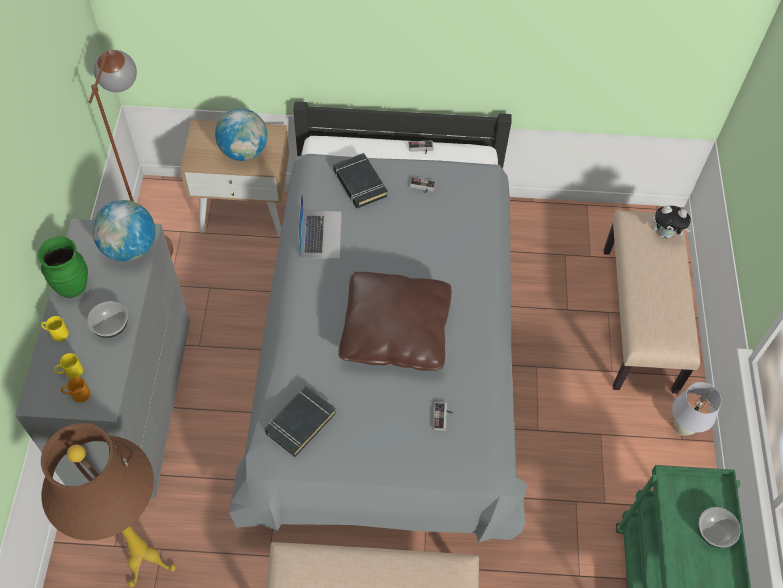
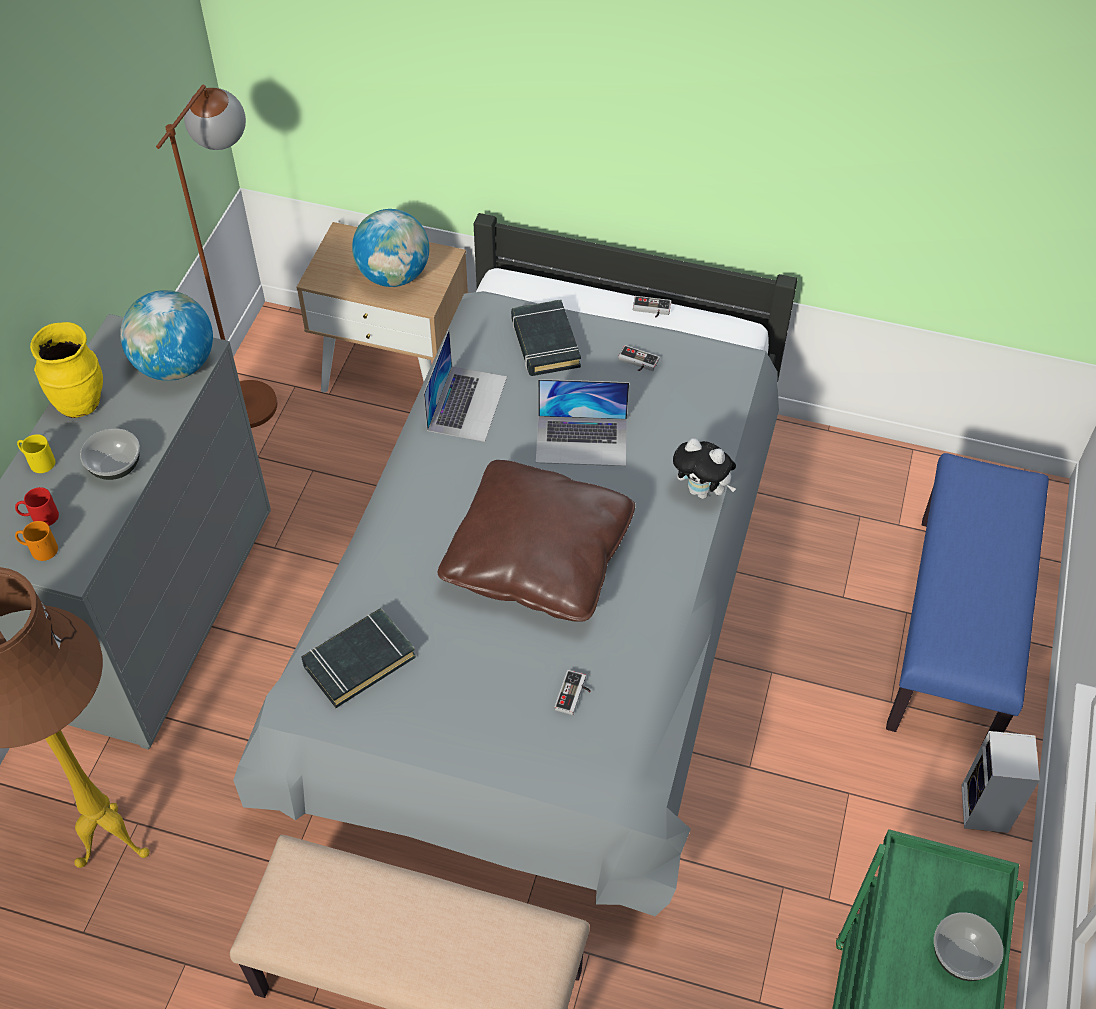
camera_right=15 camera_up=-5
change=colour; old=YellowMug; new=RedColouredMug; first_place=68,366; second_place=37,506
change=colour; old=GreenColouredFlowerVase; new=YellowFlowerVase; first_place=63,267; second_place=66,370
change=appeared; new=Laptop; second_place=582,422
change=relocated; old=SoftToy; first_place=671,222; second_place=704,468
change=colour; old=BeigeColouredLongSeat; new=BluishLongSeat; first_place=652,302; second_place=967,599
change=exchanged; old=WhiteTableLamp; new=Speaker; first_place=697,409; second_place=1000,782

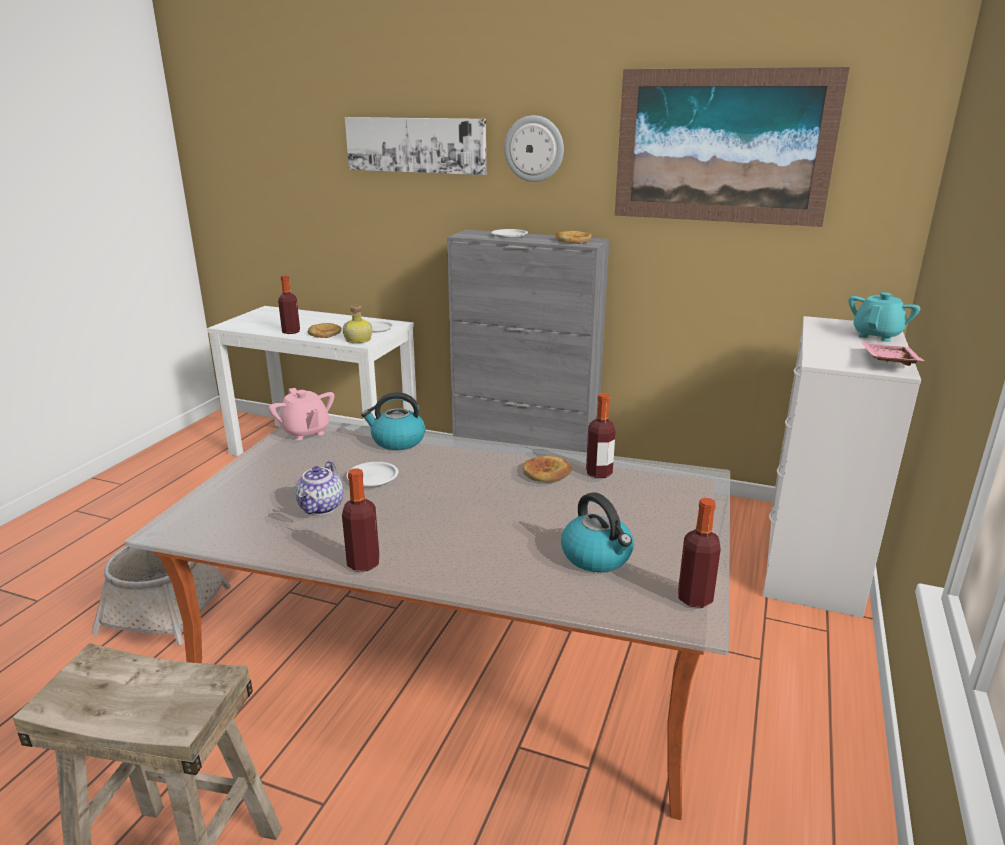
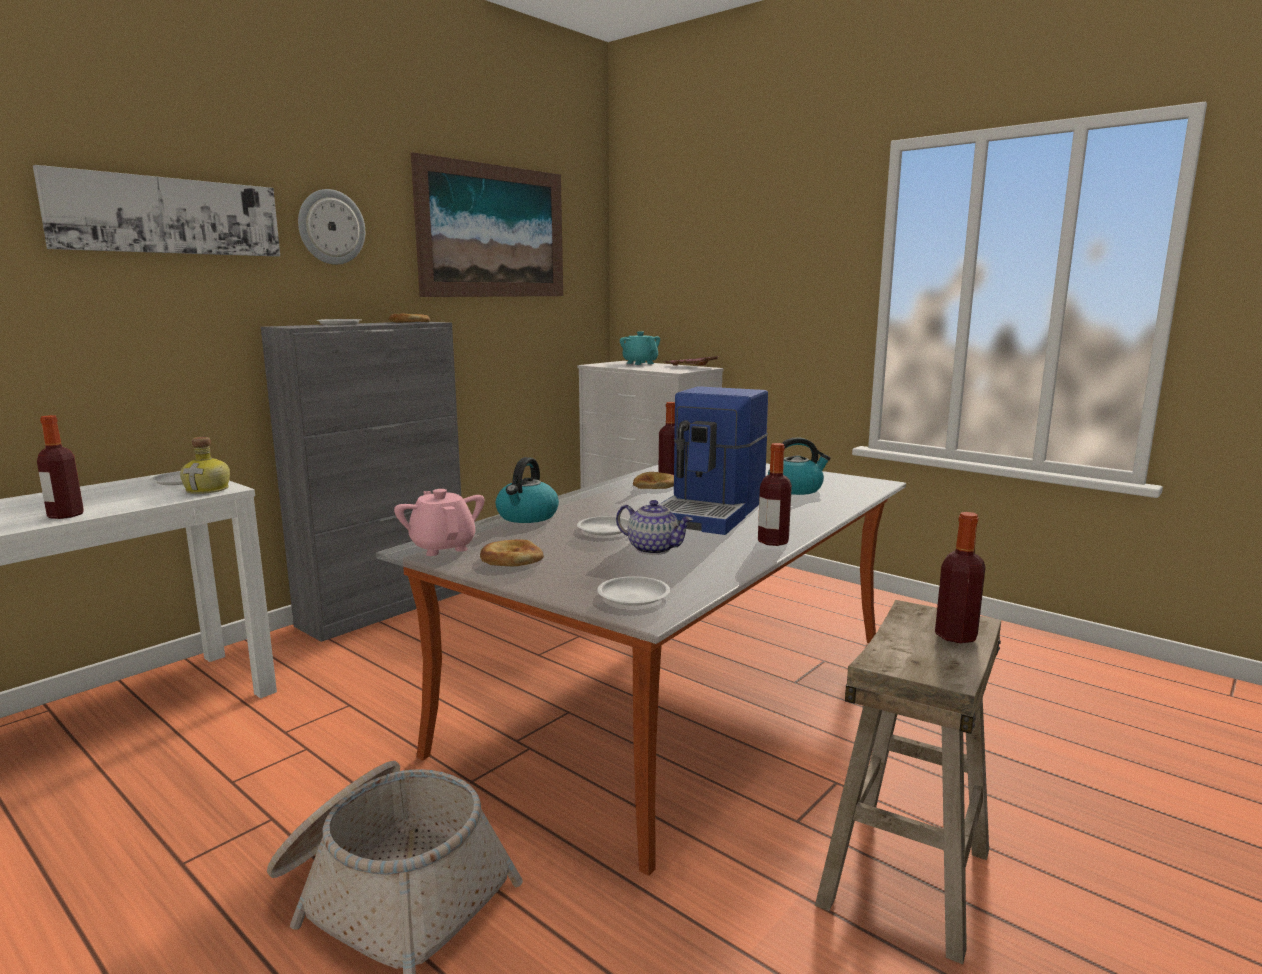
camera_right=-70 camera_up=-10
change=spun; old=PinkTeaPot; first_place=301,414; second_place=439,522; degrees=-105
change=relocated; old=BakedBread; first_place=325,330; second_place=512,552
change=appeared; new=WhitePlate; second_place=633,591
change=appeared; new=CoffeeMachine; second_place=713,460
change=relocated; old=DrinkBottle; first_place=699,553; second_place=960,577

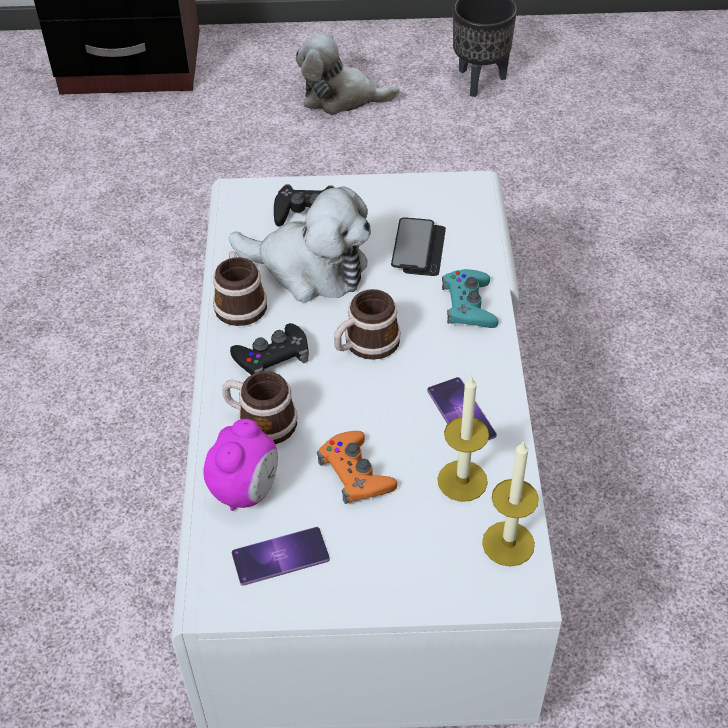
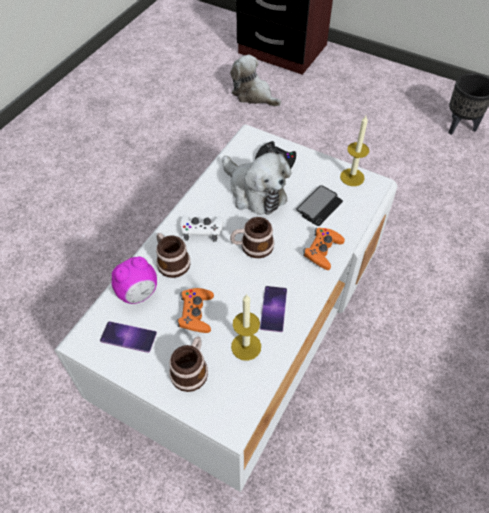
camera_right=30 camera_up=5
change=relocated; old=Mug; first_place=240,288; second_place=188,364
change=colour; old=BlackishJoypad; new=WhiteJoypad; first_place=269,349; second_place=201,229
change=relocated; old=SoftToy; first_place=348,73; second_place=255,81
change=colour; old=TurquoiseJoypad; new=OrangeyJoypad; first_place=470,298; second_place=324,249
change=relocated; old=WaxCandle; first_place=510,503; second_place=354,151

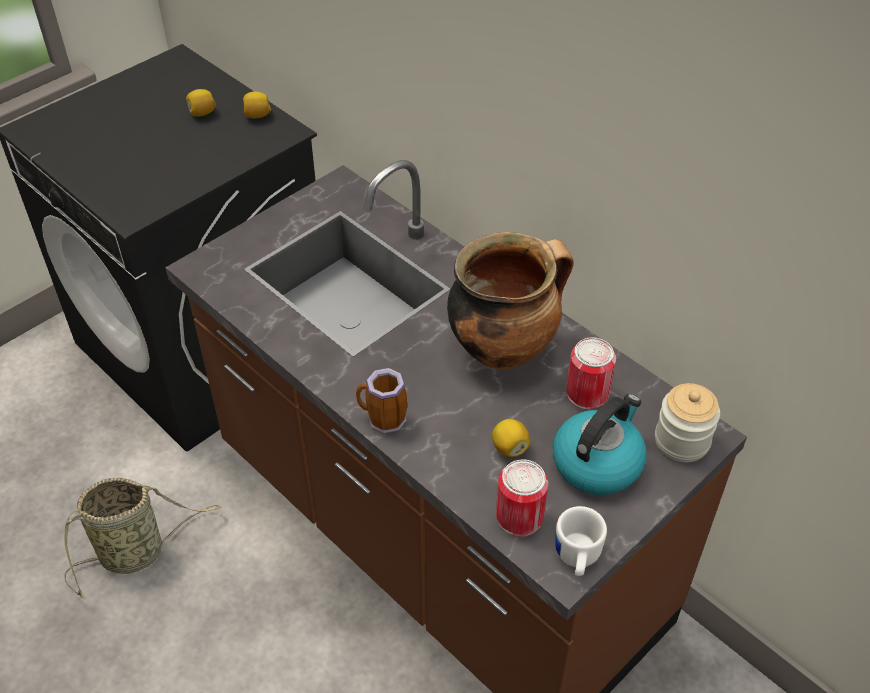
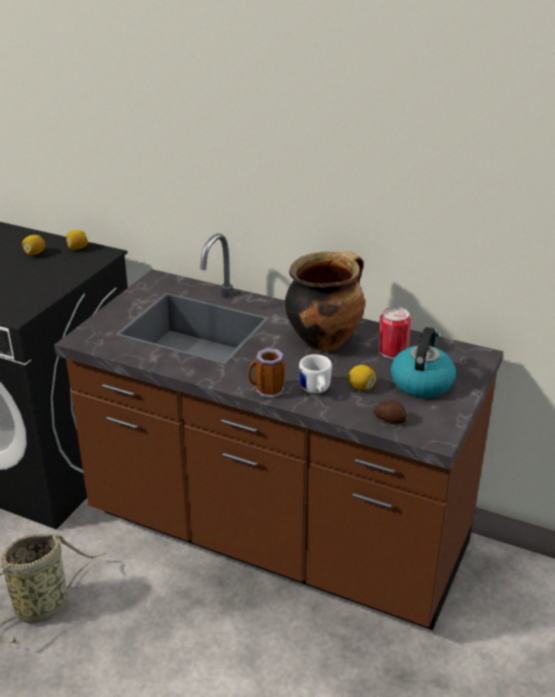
camera_right=-20 camera_up=-15
change=relocated; old=WhiteMug; first_place=581,541; second_place=315,374
change=exchanged; old=SealedCan; new=Spud; first_place=522,497; second_place=390,412
change=missing; old=StorageJar; first_place=687,422

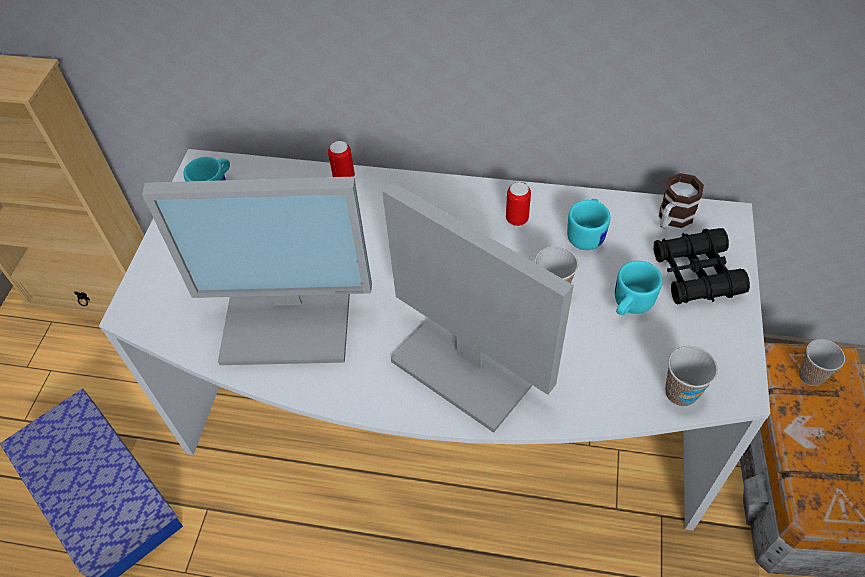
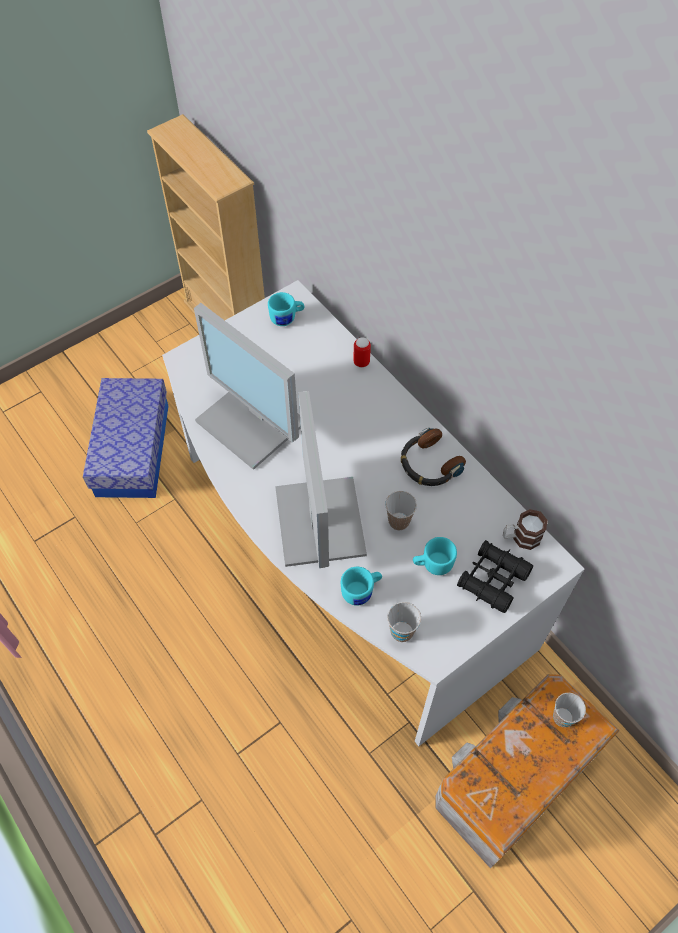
camera_right=40 camera_up=5
change=relocated; old=TurquoiseMug; first_place=589,224; second_place=361,586
change=exchanged; old=SealedCan; new=PairOfHeadphones; first_place=518,204; second_place=433,457

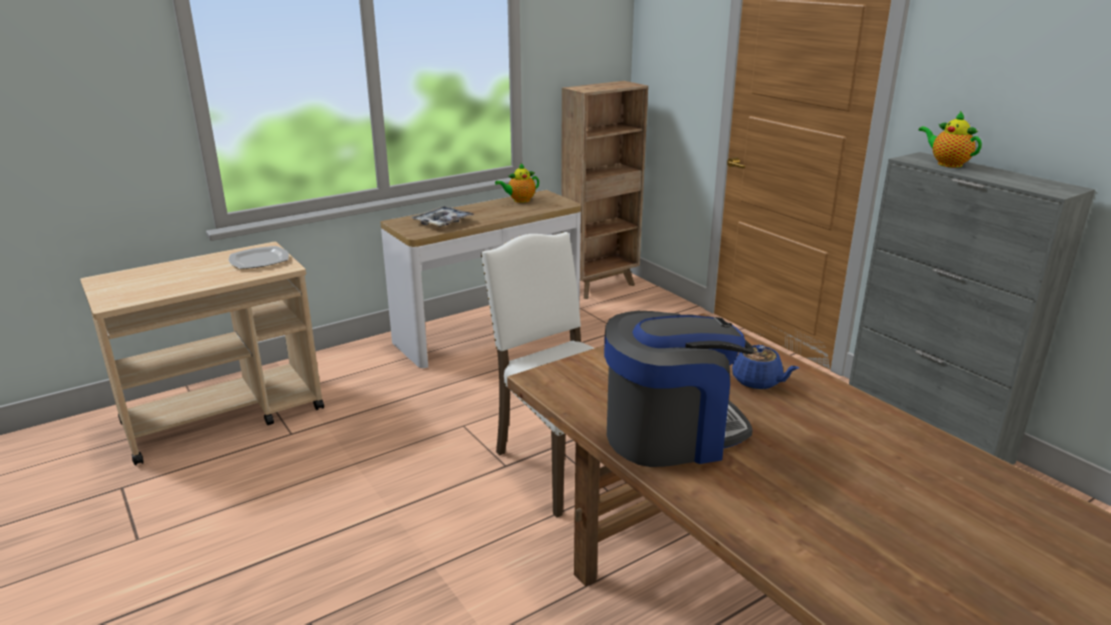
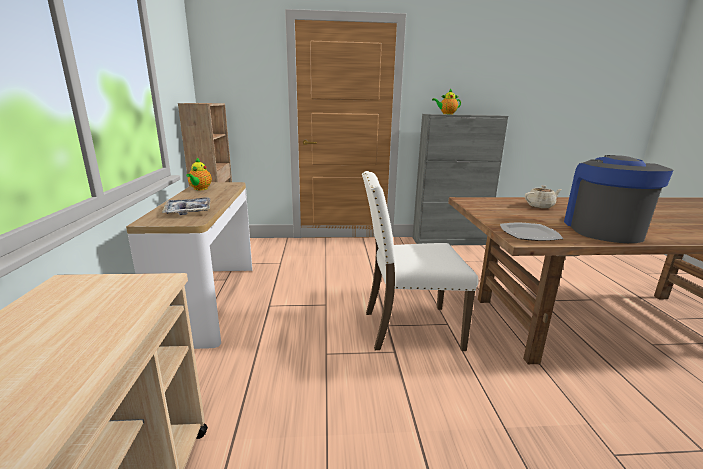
camera_right=-60 camera_up=-5
change=relocated; old=Plate; first_place=259,257; second_place=531,232
change=colour; old=BluishTeaPot; new=BeigeColouredTeaPot; first_place=765,367; second_place=543,196

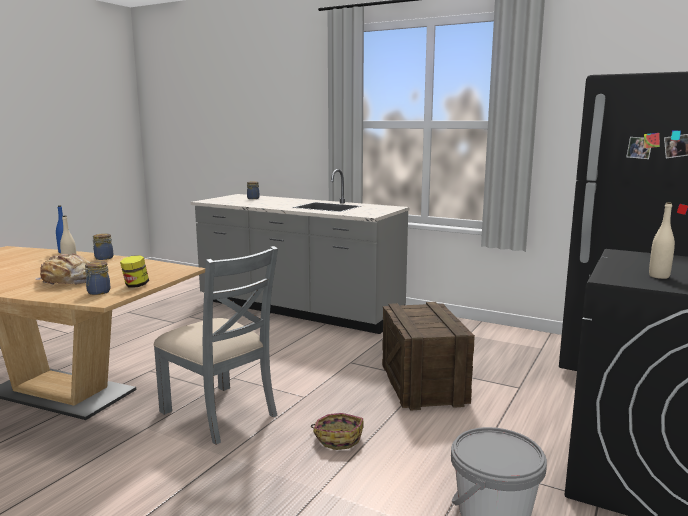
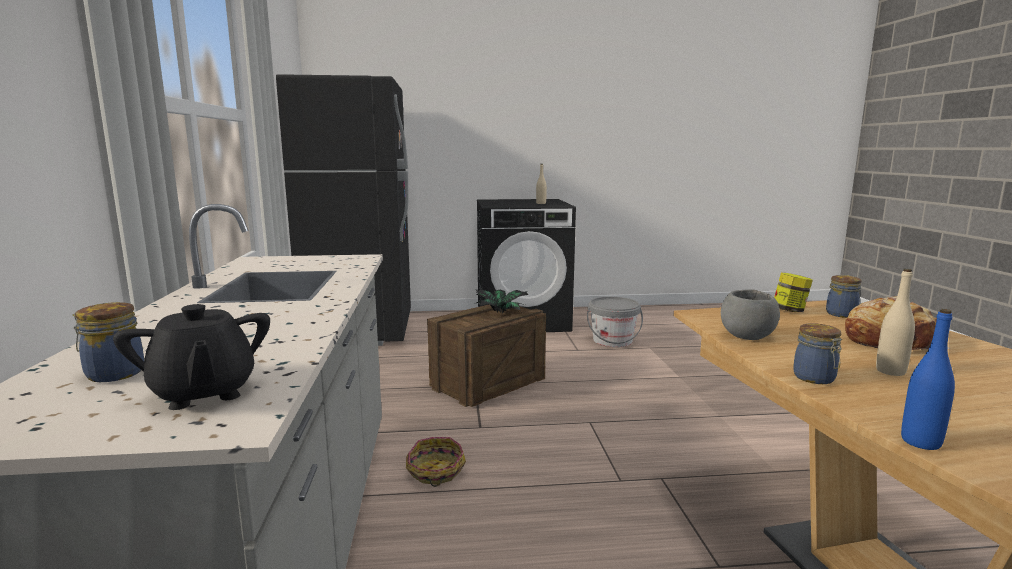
camera_right=-125 camera_up=0
change=appeared; new=BlackishTeaPot; second_place=191,357
change=relocated; old=HouseholdBasket; first_place=337,431; second_place=436,462
change=appeared; new=Houseplant; second_place=502,301
change=appeared; new=GreyBowl; second_place=750,314
change=missing; old=GreyChair; first_place=215,345

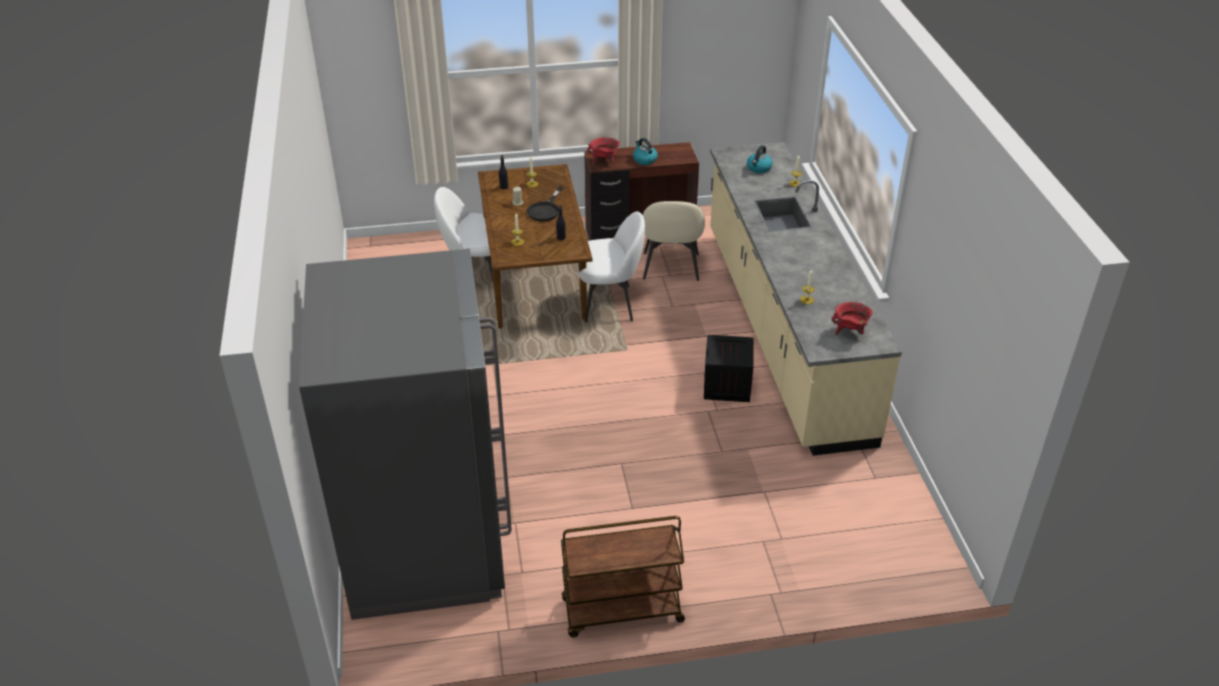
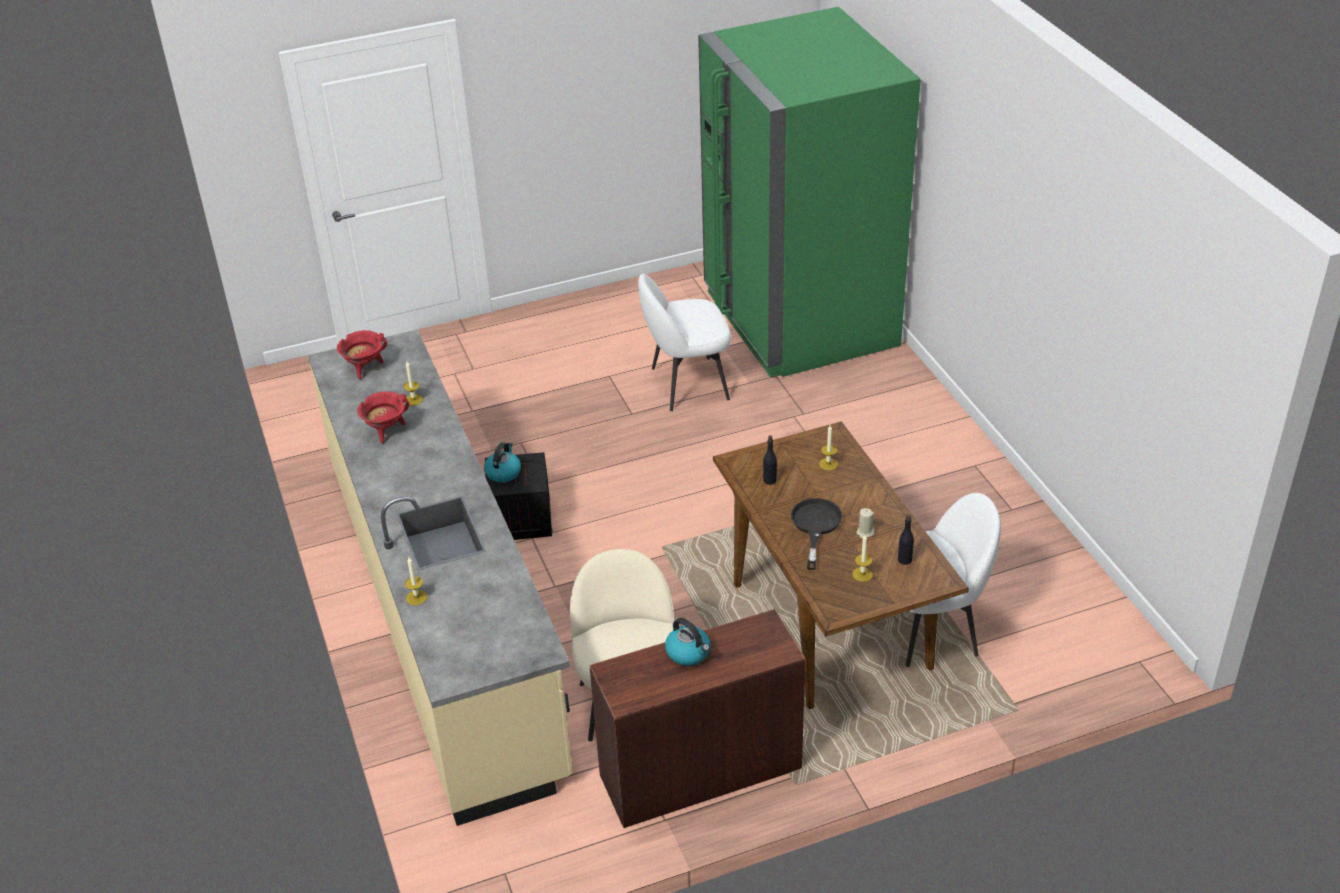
camera_right=170 camera_up=0
change=relocated; old=RedColouredSaucepot; first_place=603,150; second_place=383,417
change=relocated; old=TeaKettle; first_place=759,159; second_place=502,462
change=relocated; old=WhiteChair; first_place=611,266; second_place=684,342
change=colour; old=GreyRefrigerator; new=GreenColouredRefrigerator; first_place=405,434; second_place=809,192
change=missing; old=BrownColouredWheeledCart; first_place=623,577

